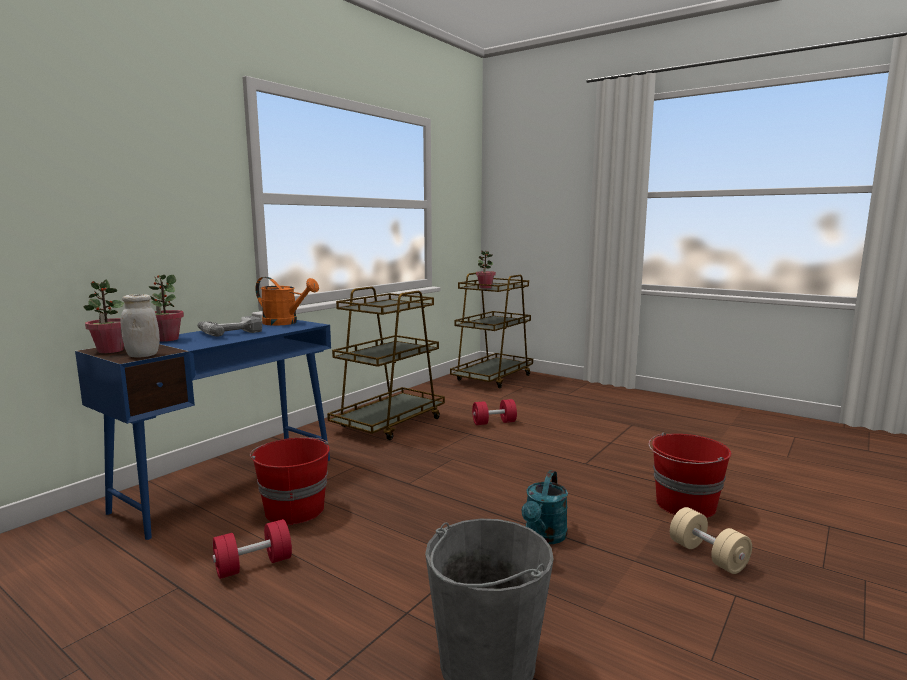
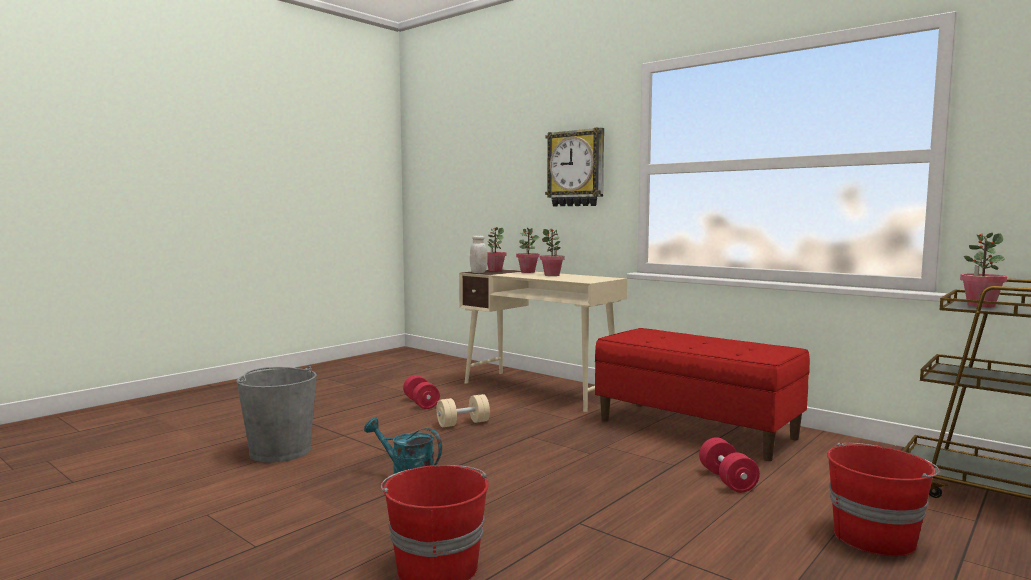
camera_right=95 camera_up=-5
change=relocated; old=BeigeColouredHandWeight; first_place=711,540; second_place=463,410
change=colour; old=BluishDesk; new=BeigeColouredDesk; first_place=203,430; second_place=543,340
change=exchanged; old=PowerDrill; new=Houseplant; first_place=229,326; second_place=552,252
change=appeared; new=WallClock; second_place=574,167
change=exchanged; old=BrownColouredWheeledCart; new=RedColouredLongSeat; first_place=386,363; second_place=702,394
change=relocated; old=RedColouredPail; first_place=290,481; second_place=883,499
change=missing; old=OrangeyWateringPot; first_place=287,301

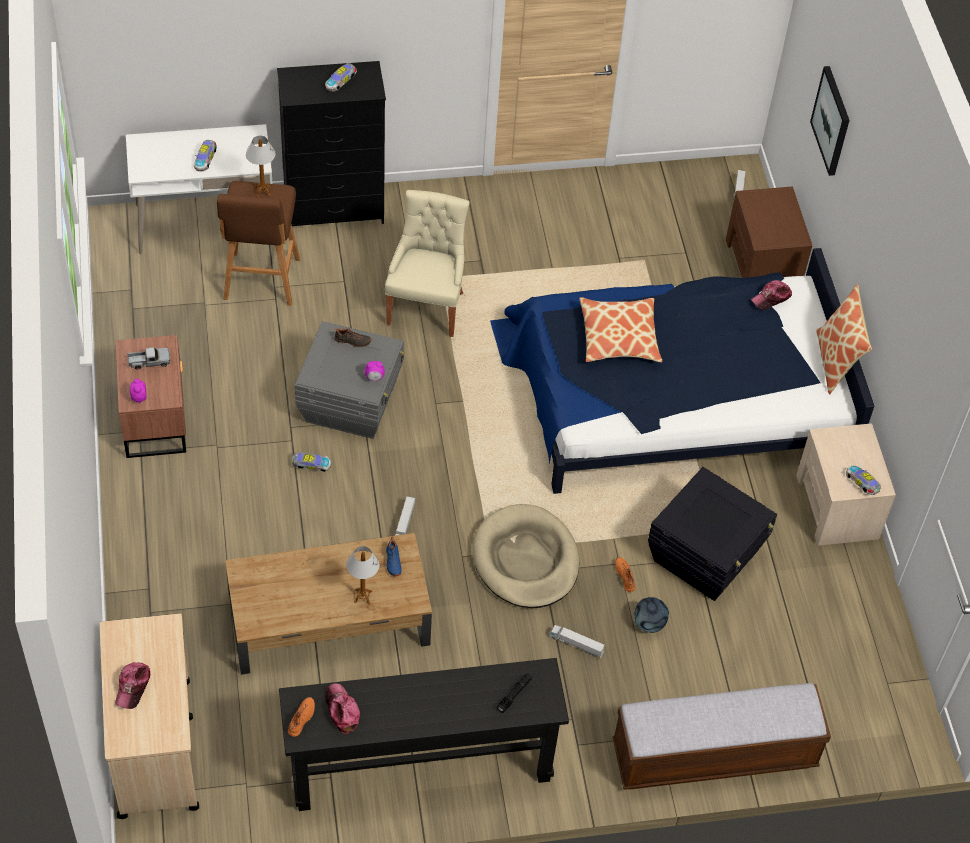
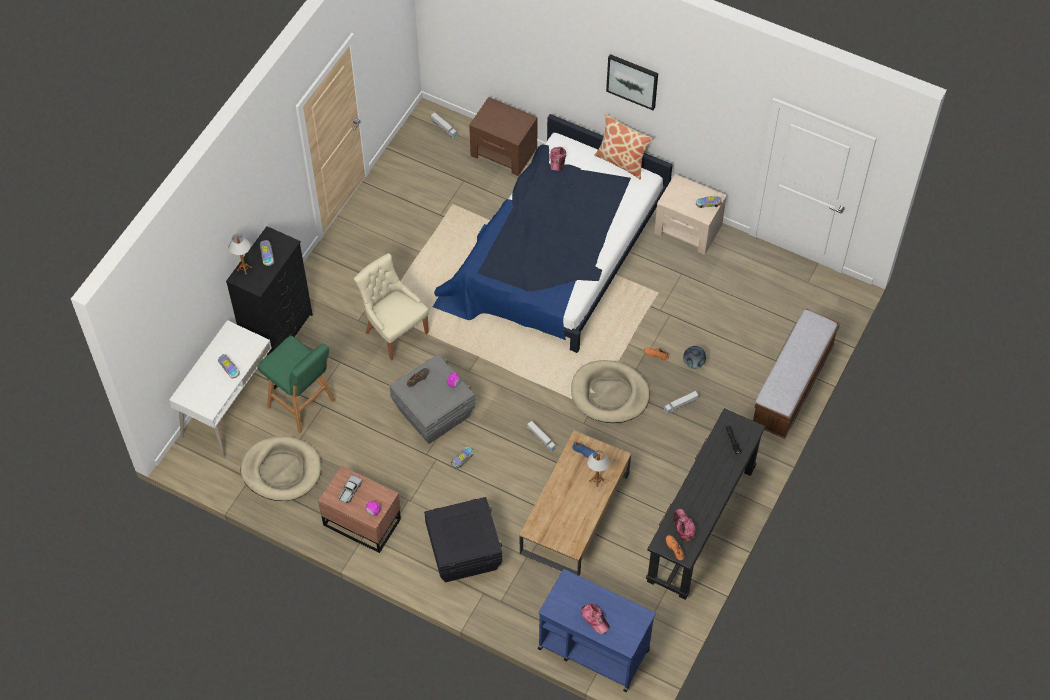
camera_right=-50 camera_up=5
change=relocated; old=TableLamp; first_place=261,166; second_place=240,254
change=appeared; new=BeigeColouredDogBed; second_place=281,468
change=colour; old=BrownColouredStoolSeat; new=GreenColouredStoolSeat; first_place=258,243; second_place=297,385
change=relocated; old=BlackishStorageContainer; first_place=712,534; second_place=463,539
change=colour; old=BeigeColouredWheeledCart; new=BluishWheeledCart; first_place=149,716; second_place=596,630
change=relocated; old=WallPicture; first_place=829,121; second_place=632,82
change=spun; old=PeakedCap; first_place=342,708; second_place=684,525; degrees=60
change=missing; old=ThrowPillow; first_place=620,329

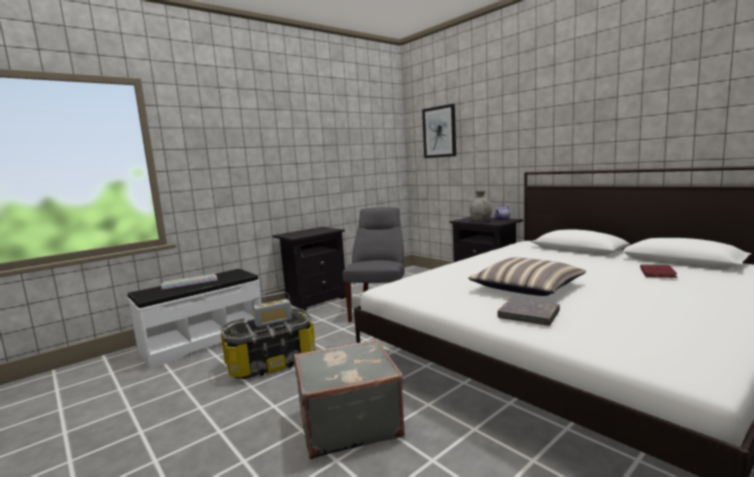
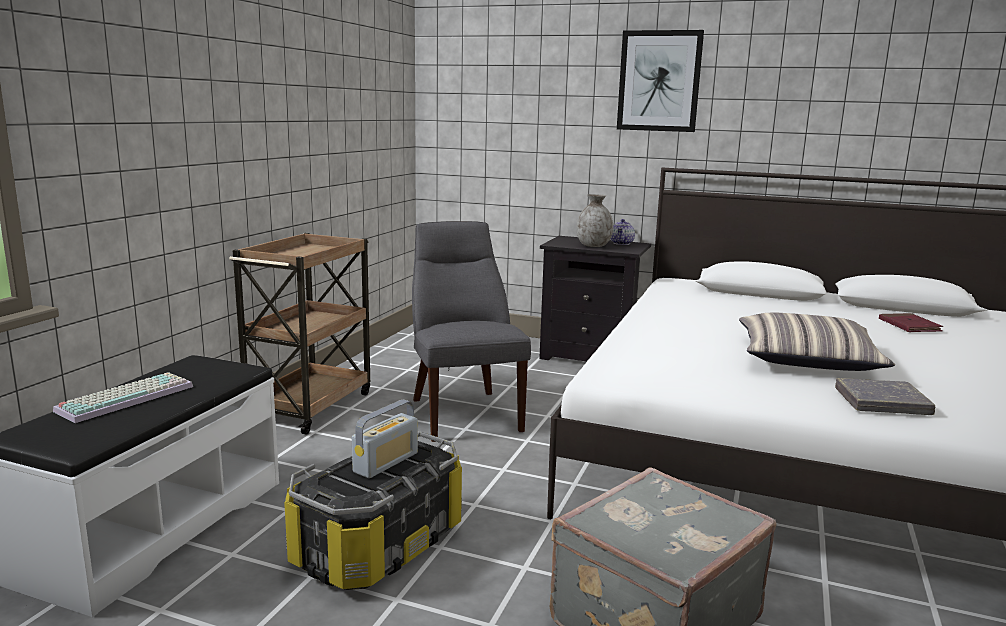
camera_right=-30 camera_up=5
change=exchanged; old=BlackishBedsideTable; new=BrownColouredWheeledCart; first_place=309,269; second_place=299,334
change=relocated; old=WallPicture; first_place=439,131; second_place=660,81

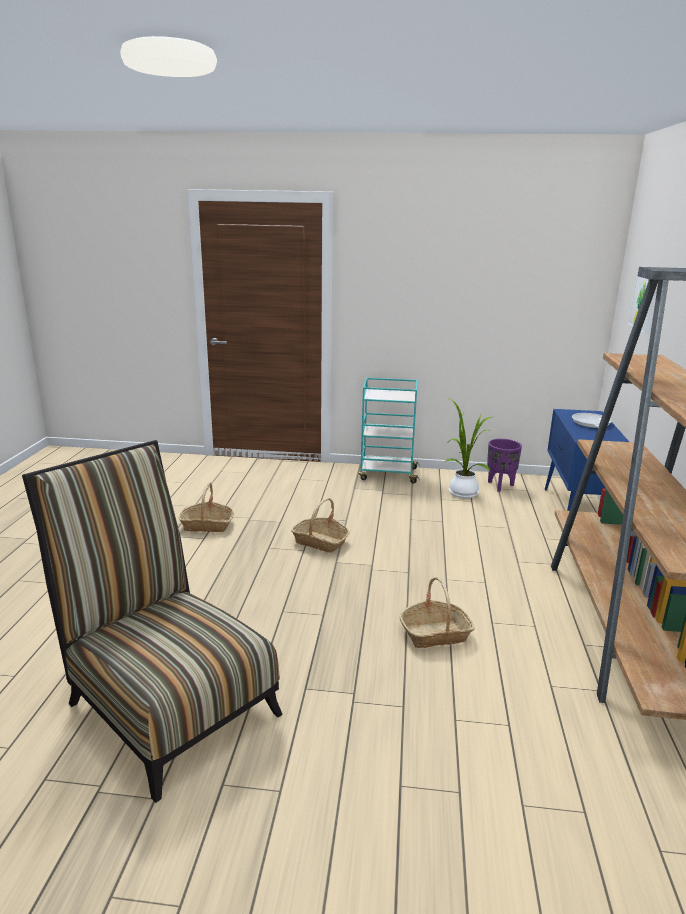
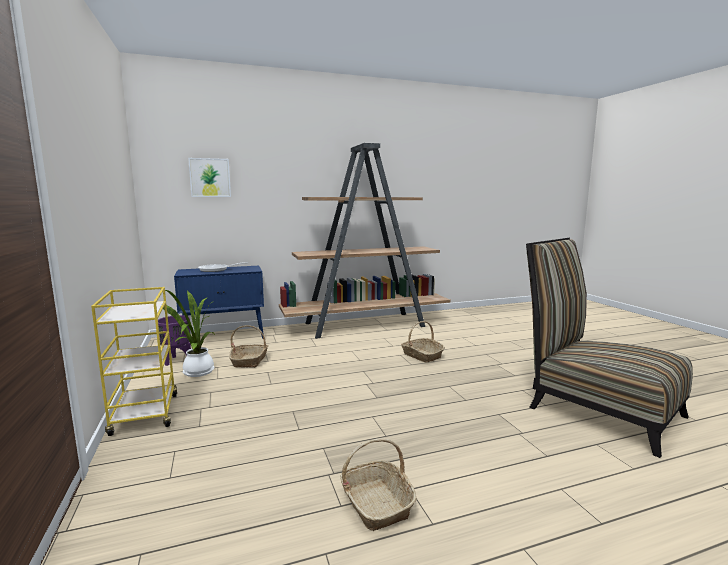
camera_right=-115 camera_up=-10
change=colour; old=TurquoiseWheeledCart; new=YellowWheeledCart; first_place=389,430; second_place=134,361
change=relocated; old=HouseholdBasket; first_place=320,525; second_place=248,346
change=spun; old=Chair; first_place=152,621; second_place=609,348; degrees=120

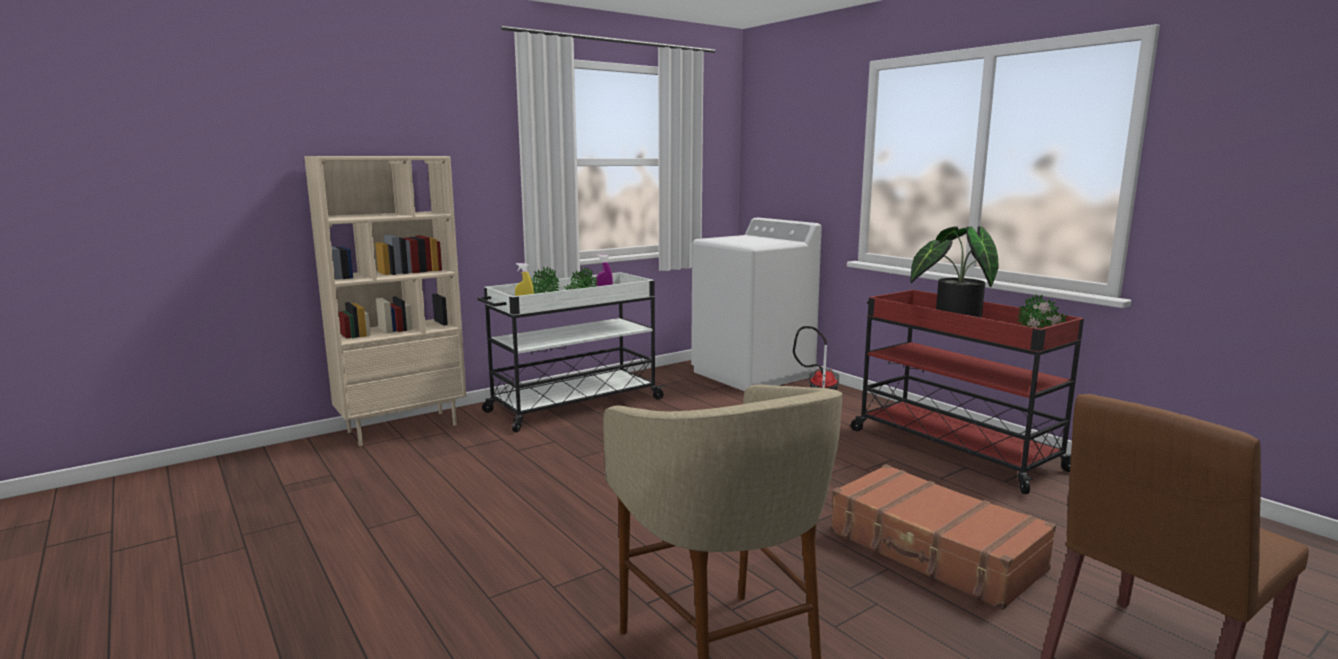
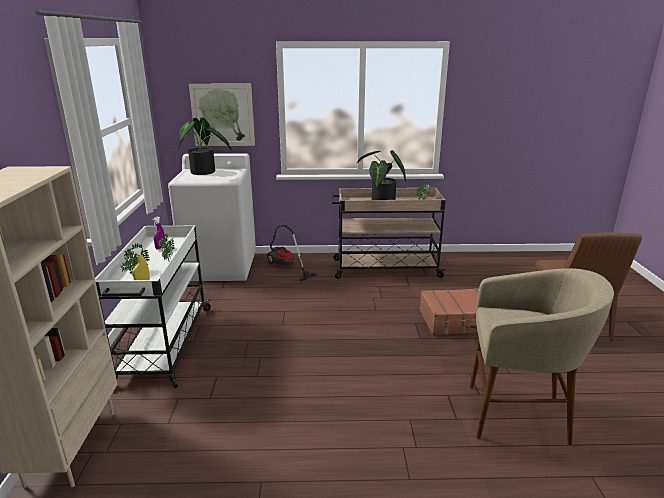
camera_right=-55 camera_up=10
change=appeared; new=Houseplant; second_place=205,146
change=appeared; new=WallPicture; second_place=222,115
change=colour; old=RedColouredWheeledCart; new=BeigeColouredWheeledCart; first_place=967,392; second_place=388,233

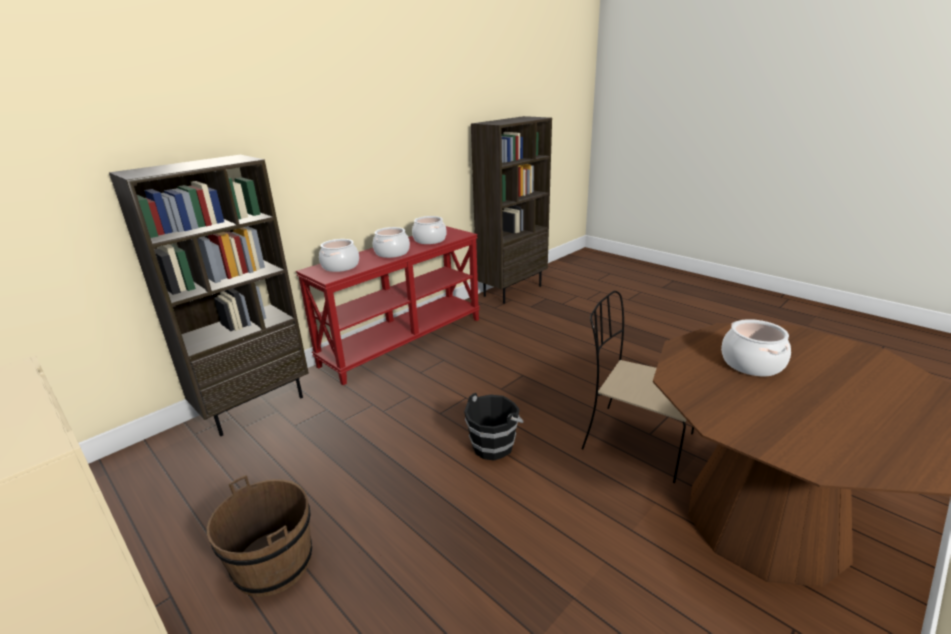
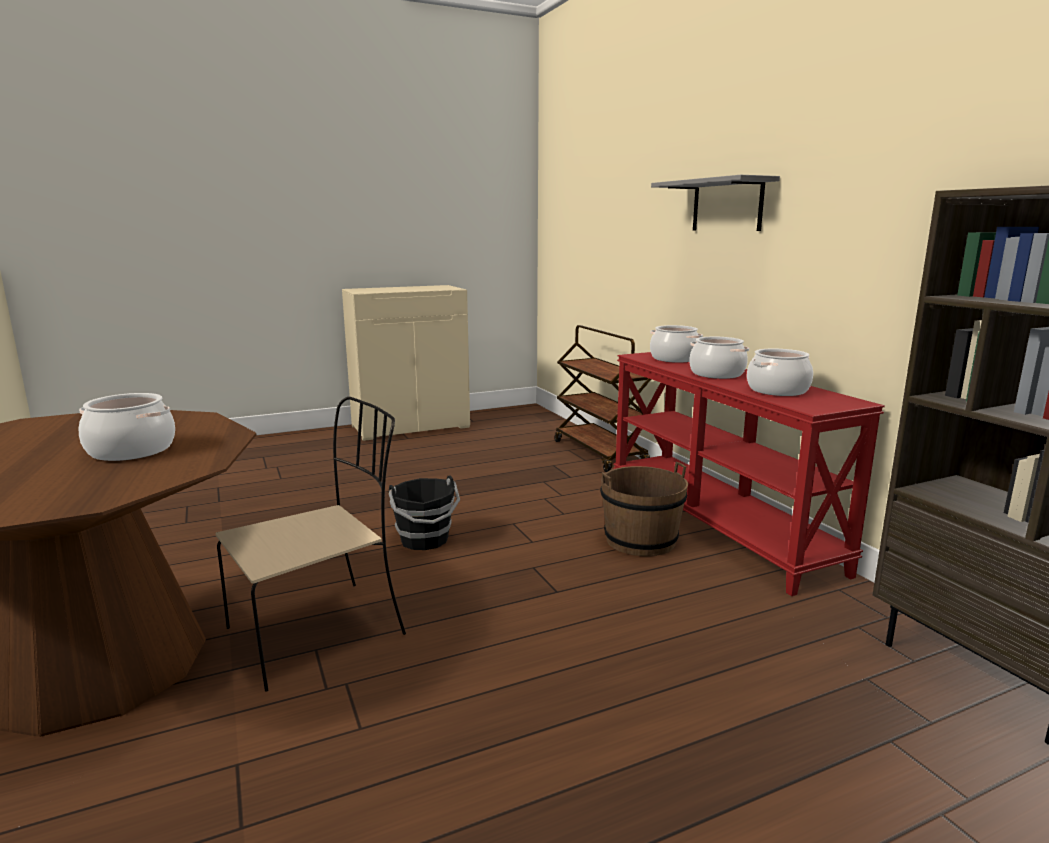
camera_right=110 camera_up=-10
change=exchanged; old=BrownColouredShelvingUnit; new=BrownColouredWheeledCart; first_place=209,295; second_place=603,398
change=relocated; old=BrownColouredPail; first_place=259,536; second_place=644,509
change=appeared; new=GreyBracketShelf; second_place=715,203

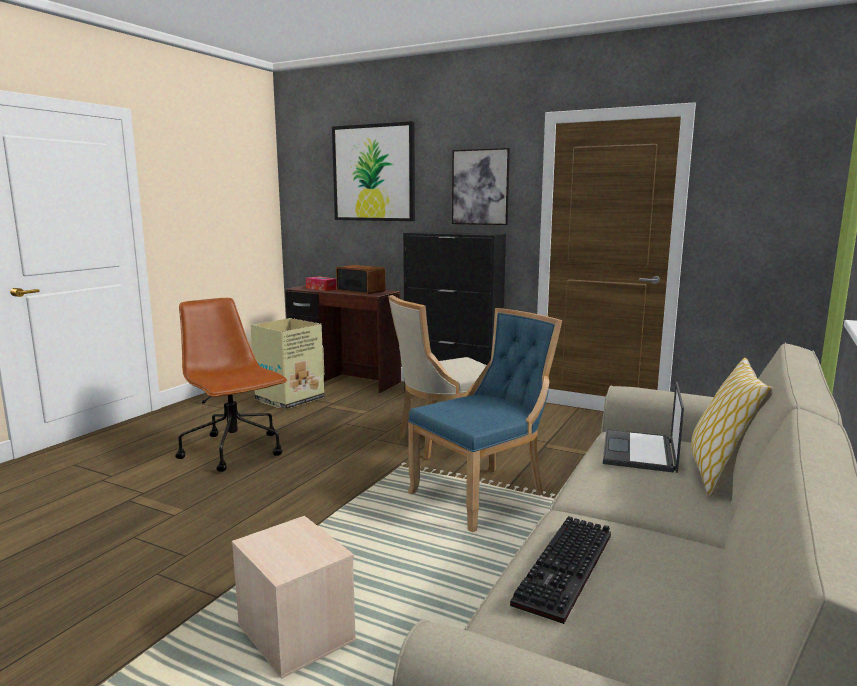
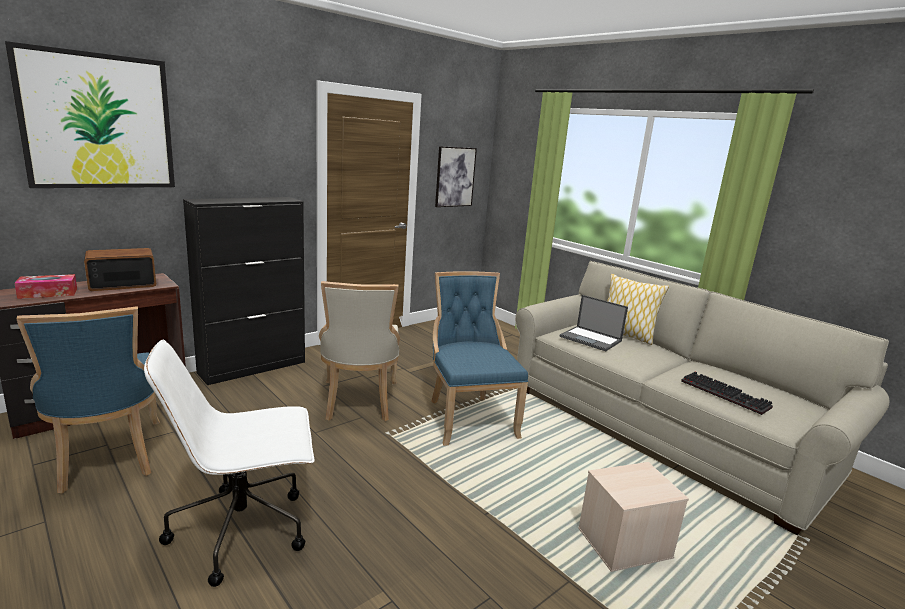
camera_right=-70 camera_up=5
change=exchanged; old=CardboardBox; new=BluishChair; first_place=287,363; second_place=88,400
change=colour; old=BrownColouredDeskChair; new=WhiteDeskChair; first_place=231,385; second_place=229,463
change=relocated; old=WallPicture; first_place=481,186; second_place=456,176

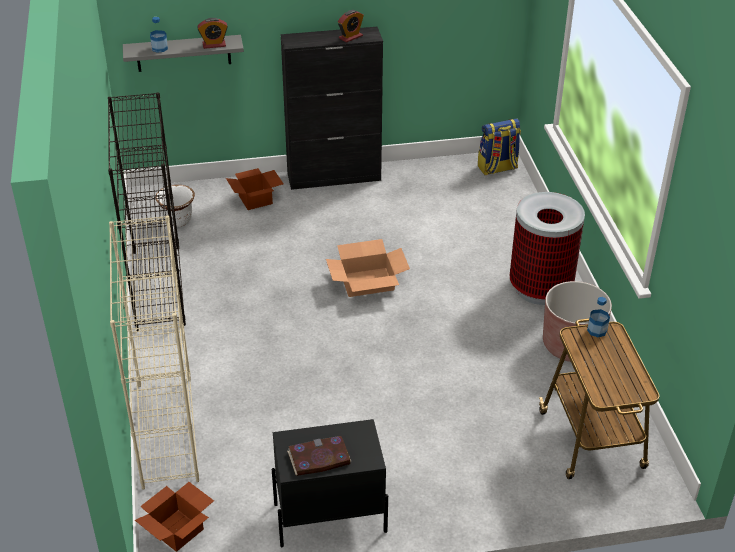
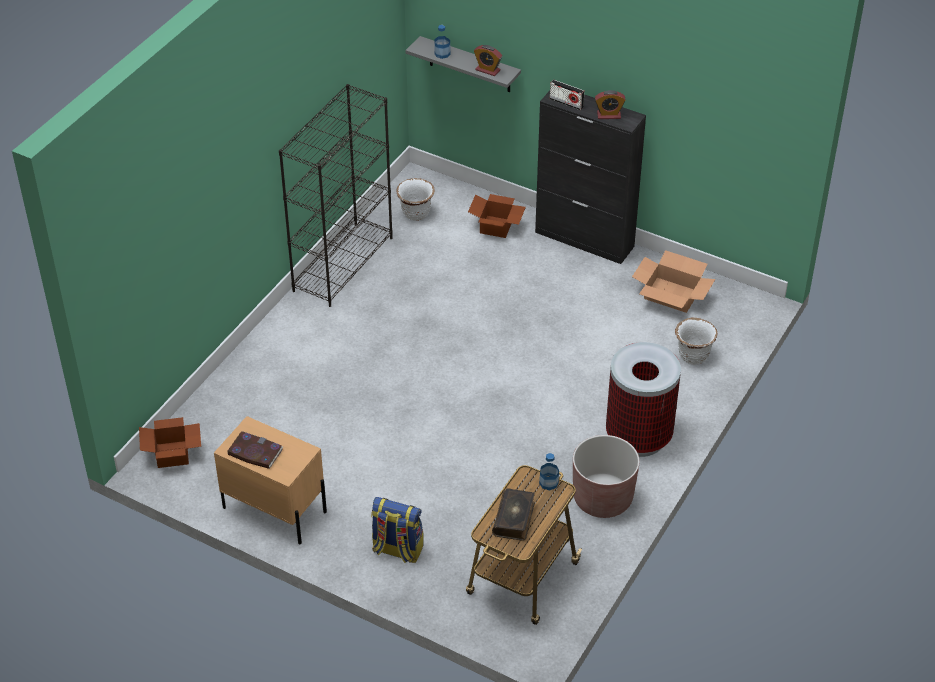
camera_right=40 camera_up=5
change=colour; old=BlackishBedsideTable; new=BeigeColouredBedsideTable; first_place=330,483; second_place=270,480
change=relocated; old=Knapsack; first_place=499,146; second_place=397,530
change=appeared; new=Book; second_place=513,514
change=appeared; new=RadioSet; second_place=567,95
change=relocated; old=CardboardBox; first_place=368,268; second_place=673,281
change=appeared; new=WhitePlanter; second_place=696,341
change=missing; old=BeigeColouredShelvingUnit; first_place=154,352

